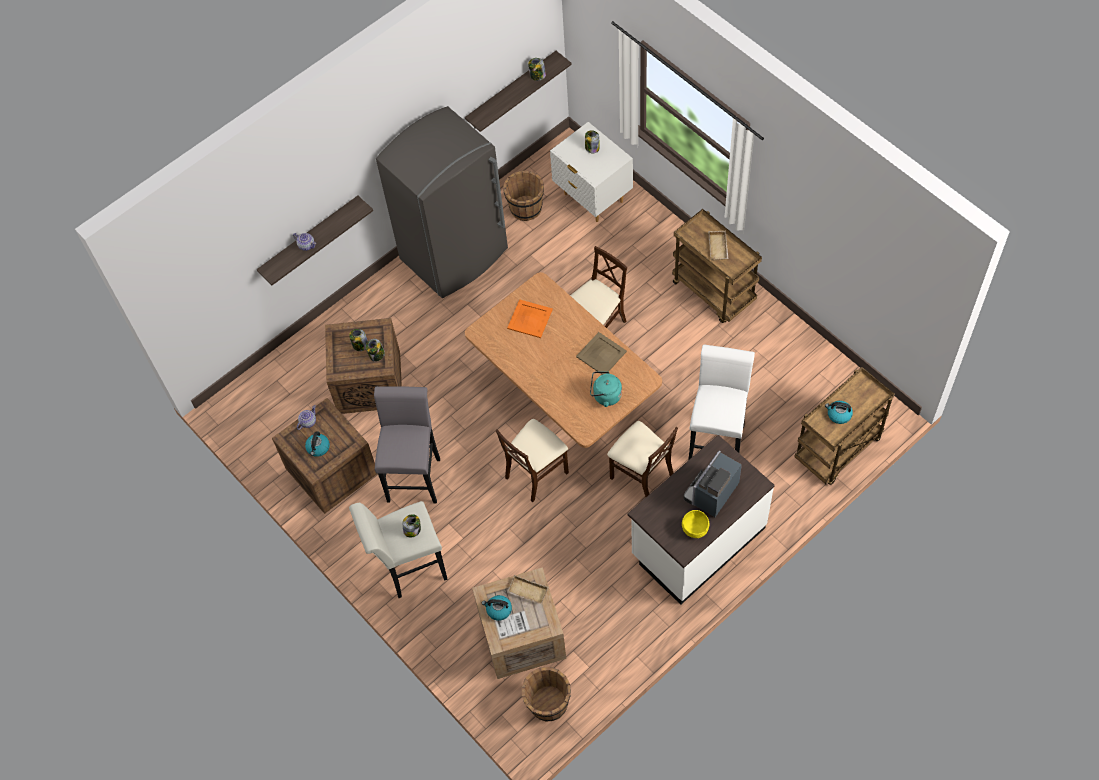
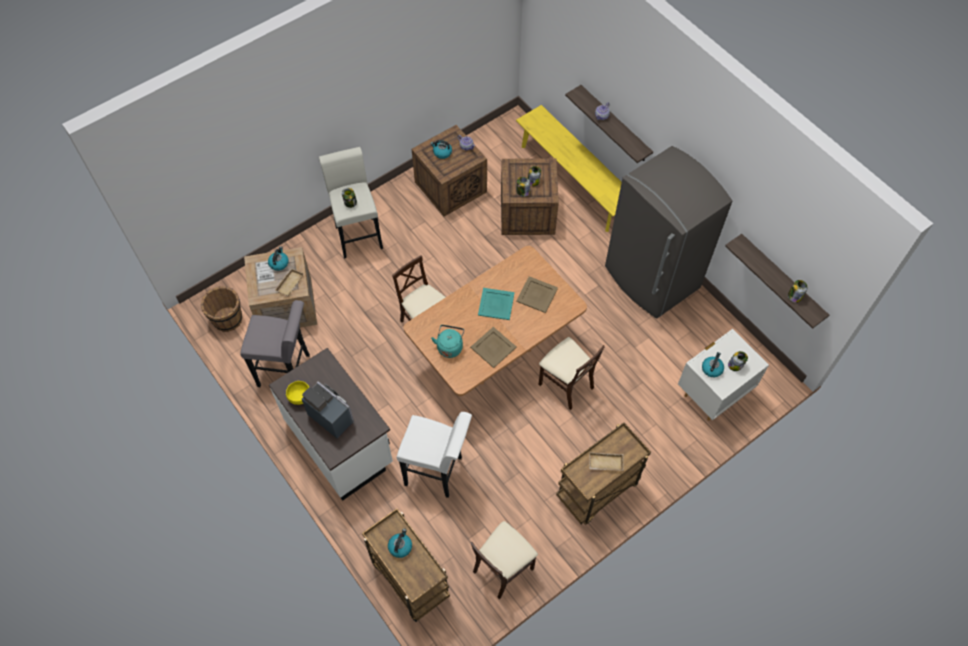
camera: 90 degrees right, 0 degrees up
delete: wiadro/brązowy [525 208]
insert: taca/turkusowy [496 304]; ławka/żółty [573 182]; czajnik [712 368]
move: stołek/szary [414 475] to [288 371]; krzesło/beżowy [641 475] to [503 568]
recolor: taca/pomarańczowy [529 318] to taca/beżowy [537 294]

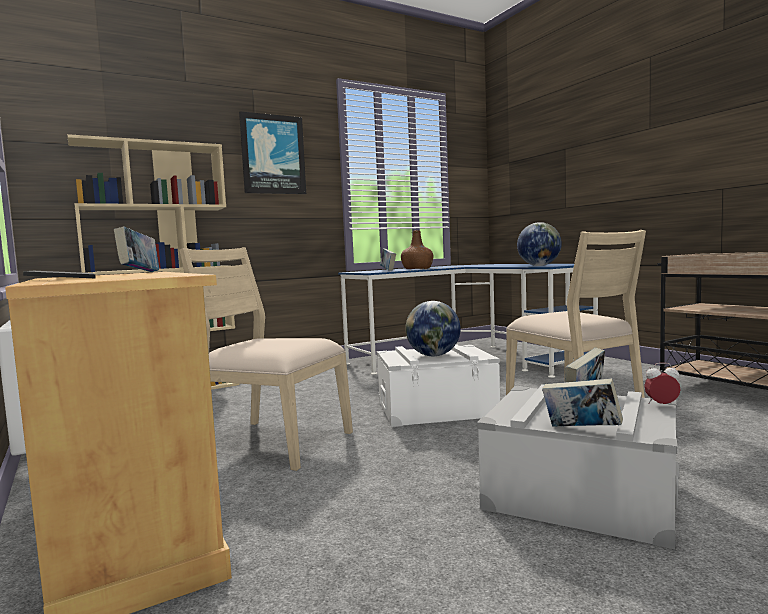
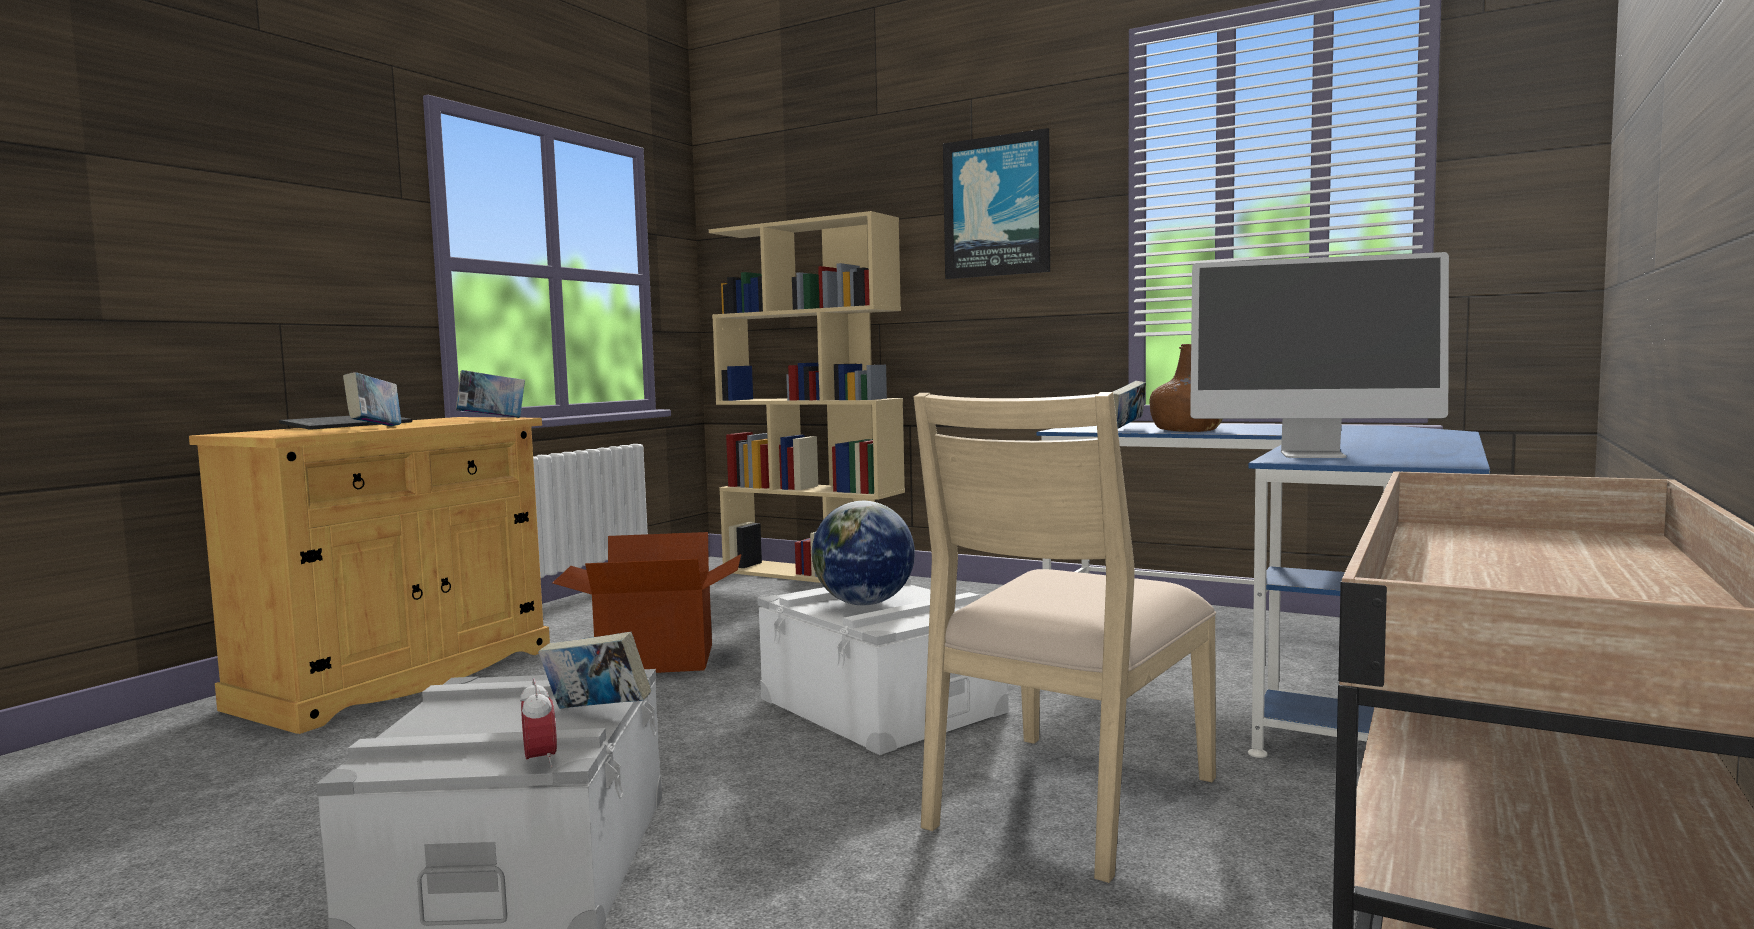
camera: 60 degrees right, 0 degrees up
move: książka [581 430] to [375 428]
replace: krzesło/beżowy [273 442] to karton [656 661]; globus [539 265] to monitor [1313 455]

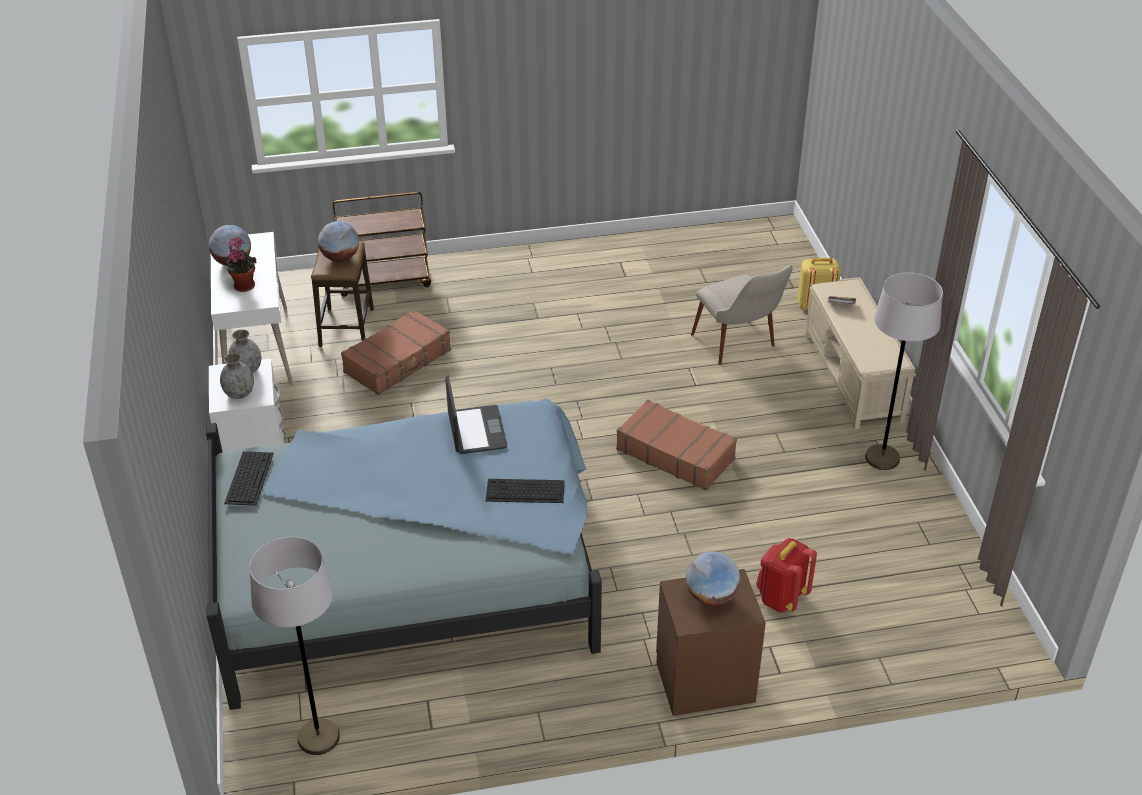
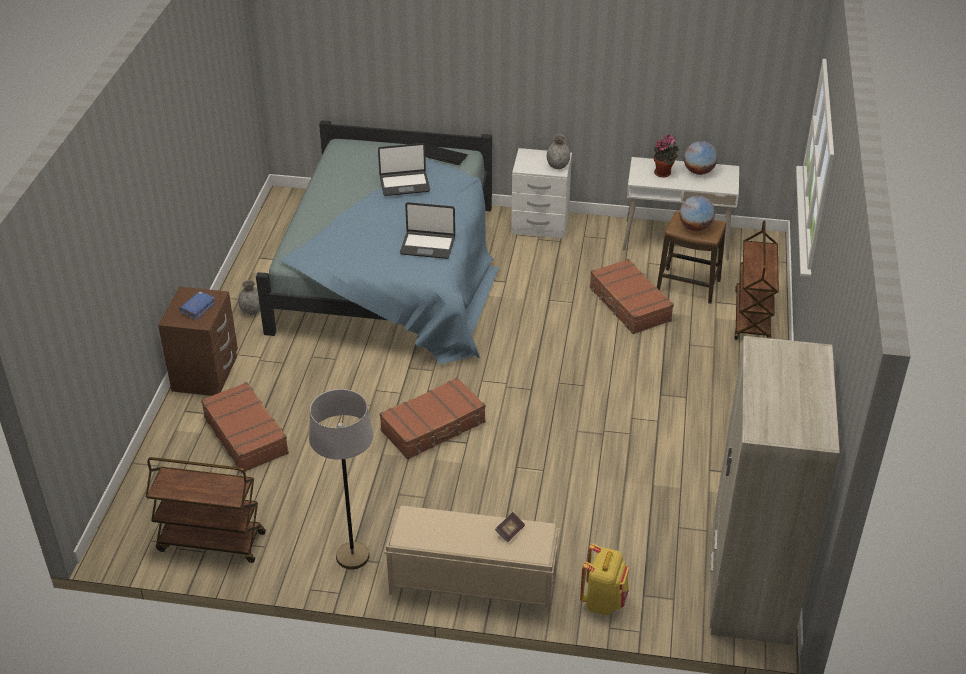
camera: 110 degrees right, 0 degrees up
delete: lampa stojąca/szary [318 738]; klawiatura [524 491]; krzesło/beżowy [740 348]
insert: wózek/brązowy [210 542]; laptop [404 184]; szafa/beżowy [749 583]
move: wazon/szary [239 393] to [252 311]
replace: globus [711 596] to książka/niebieski [198 308]; plecak/czerwony [781 598] to walizka/brązowy [246 435]

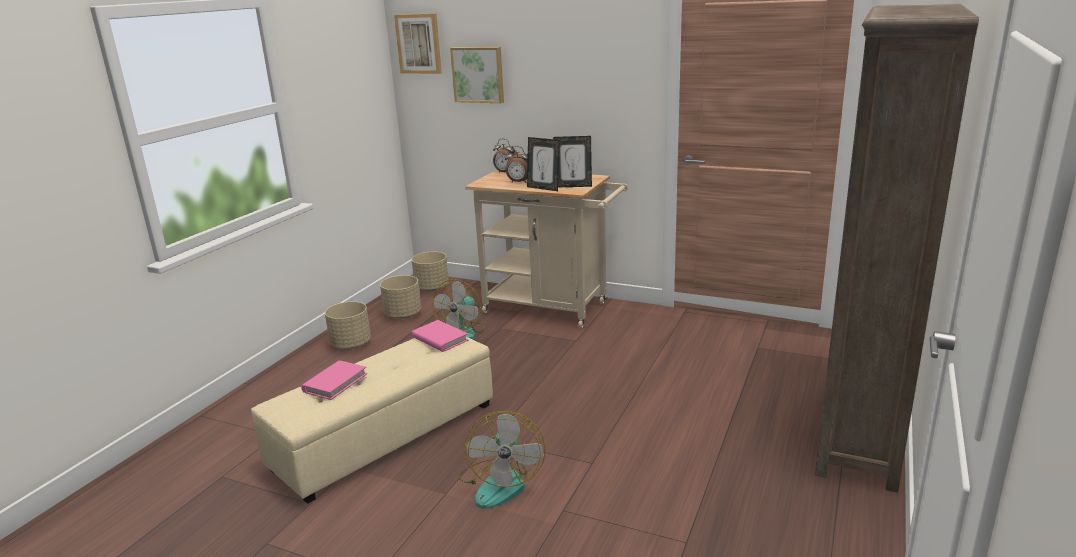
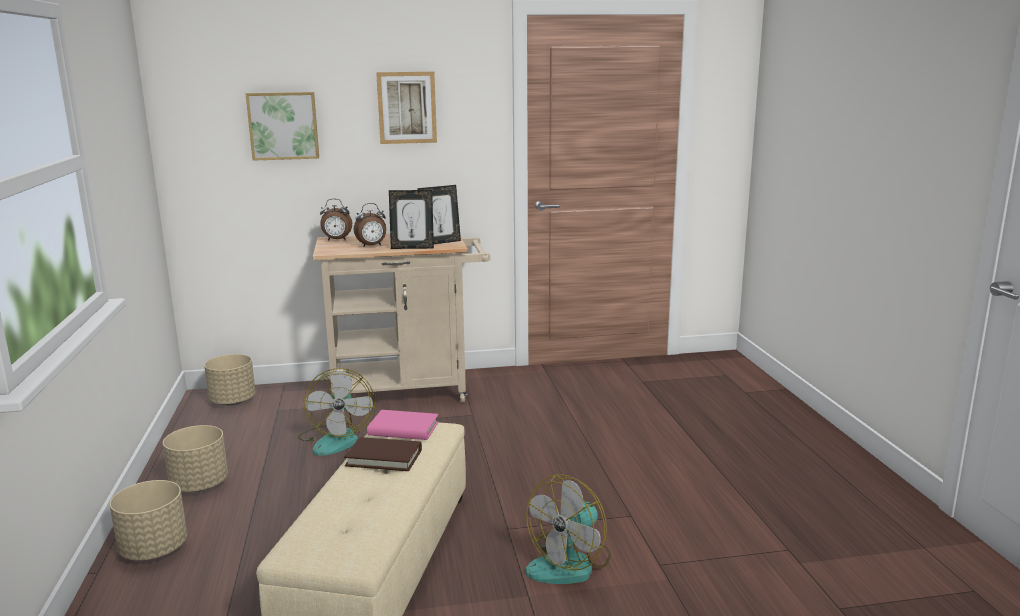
camera: 35 degrees left, 5 degrees down
delete: książka/różowy [335 383]; regał/brązowy [859 431]
insert: książka/brązowy [384 458]
move: donica/beżowy [402 314] to [153 550]; obraz [419 43] to [407 107]
rotate: wentylator [500 482] = [570 563] 75 degrees clockwise

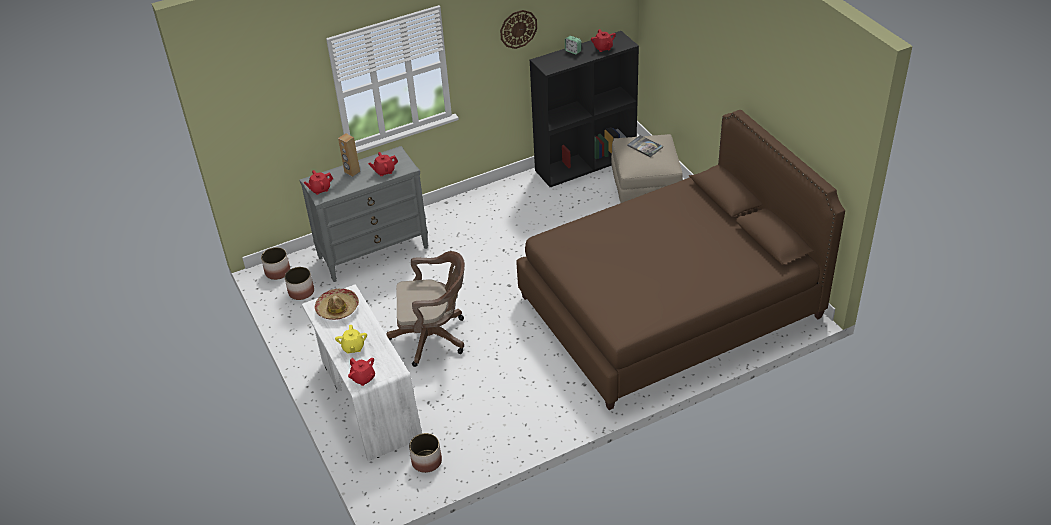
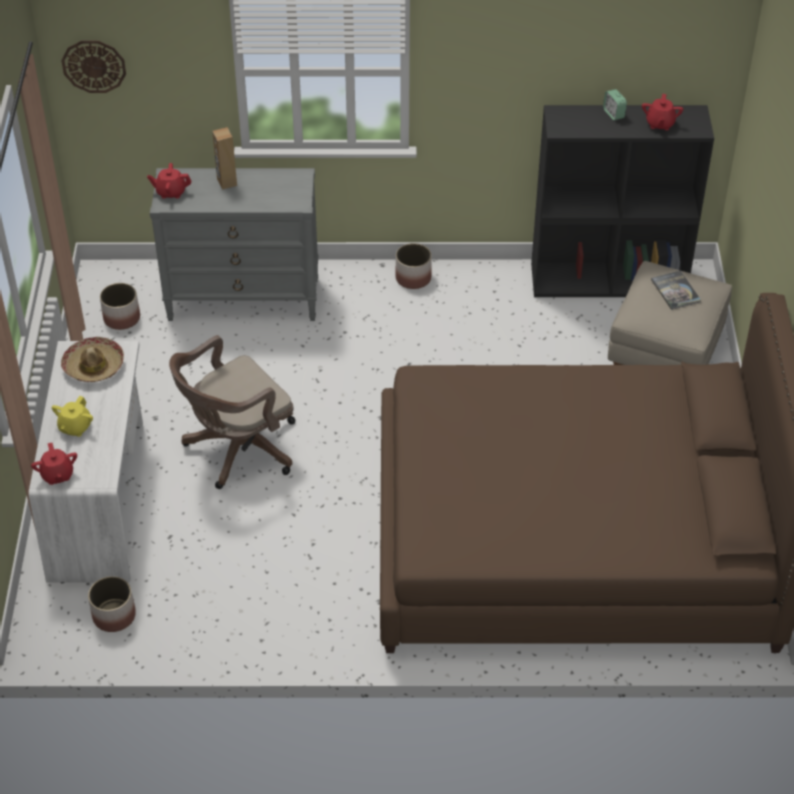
camera: 25 degrees right, 5 degrees up
delete: imbryk/czerwony [384 171]
move: donica [277 271] to [413 278]; zegar ścienny [518 29] to [94 66]
rotate: krzesło biurowe/brązowy [433 337] = [237 450] 120 degrees clockwise

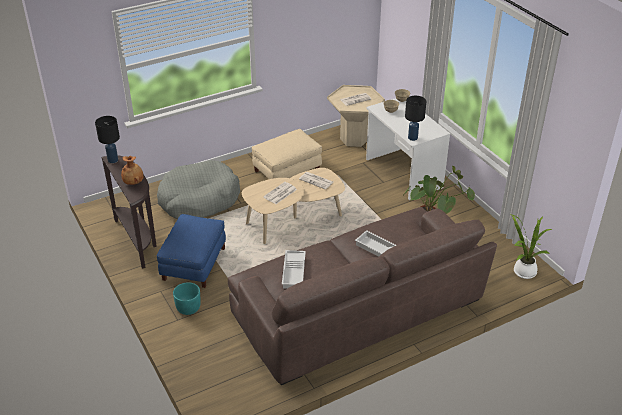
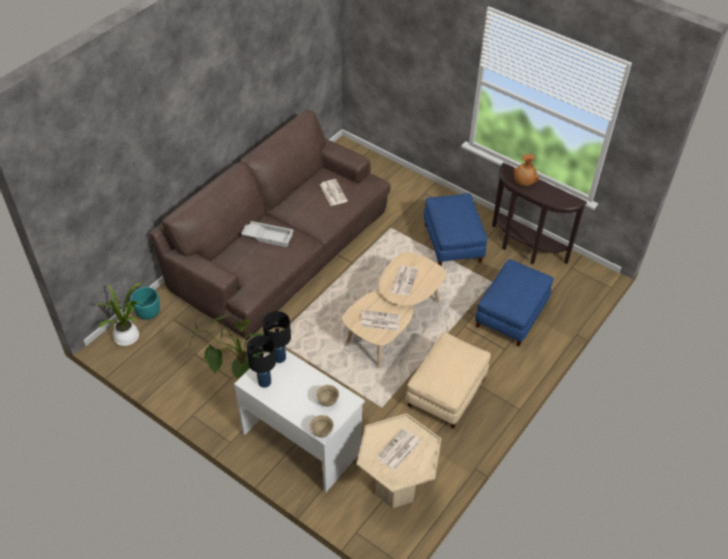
camera: 155 degrees right, 10 degrees up
move: lampa stołowa/czarny [112 160] to [265 382]; donica/turkusowy [188 308] to [148 312]
replace: legowisko/szary [199 199] to pufa/niebieski [511 315]; taca/biały [294 272] to gazeta [333 192]

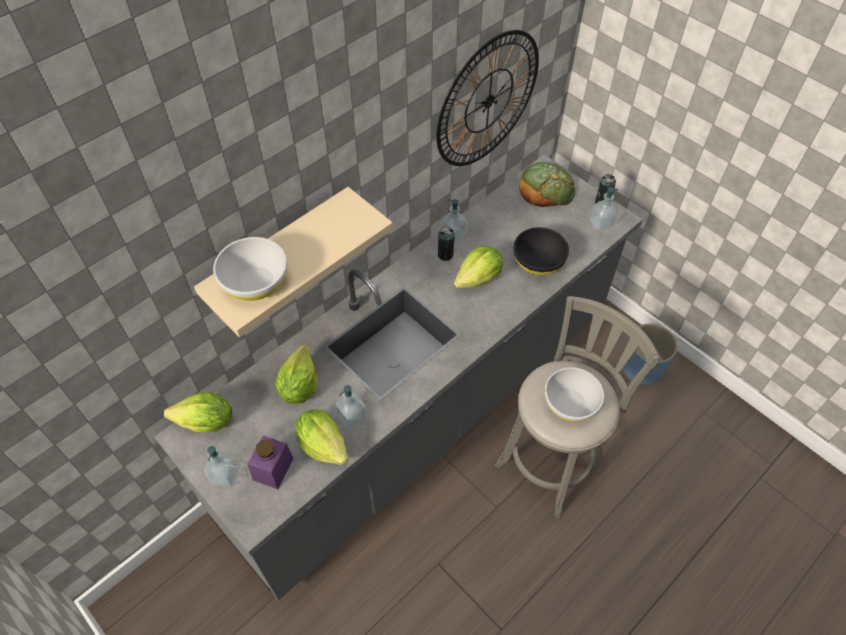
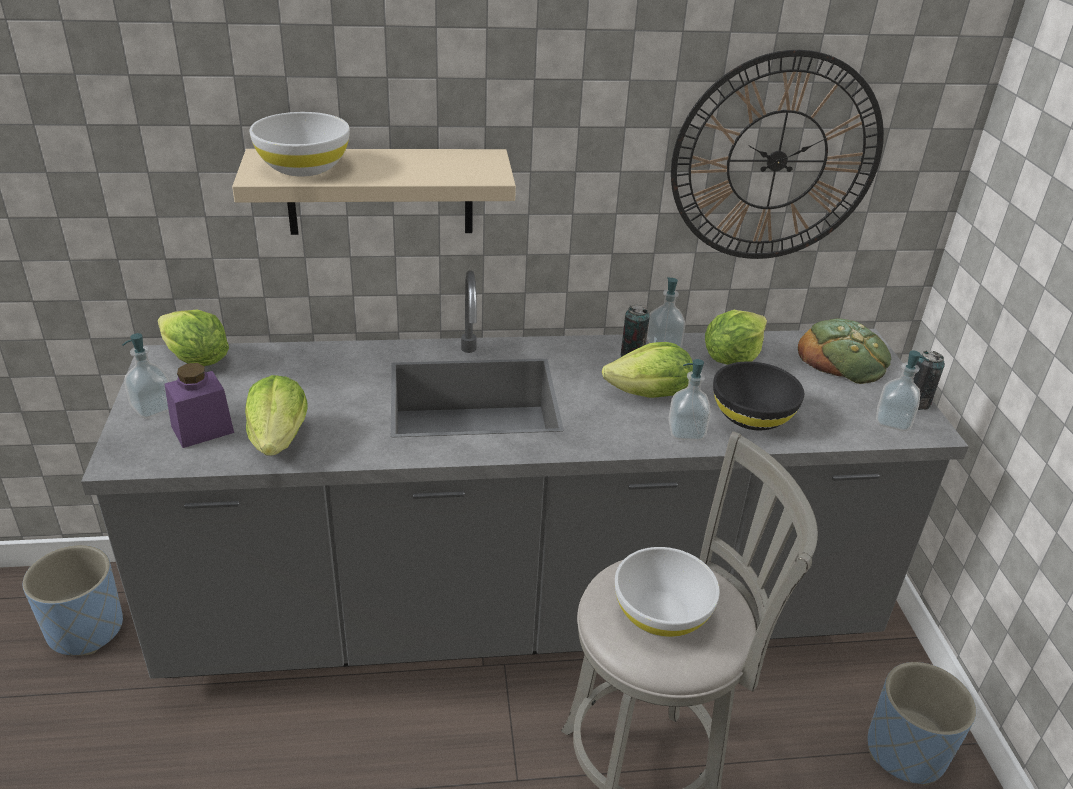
camera: 35 degrees right, 20 degrees down
insert: donica/niebieski [85 629]
move: sałata [299 386] to [732 358]; dozownik mydła [352 416] to [686 432]

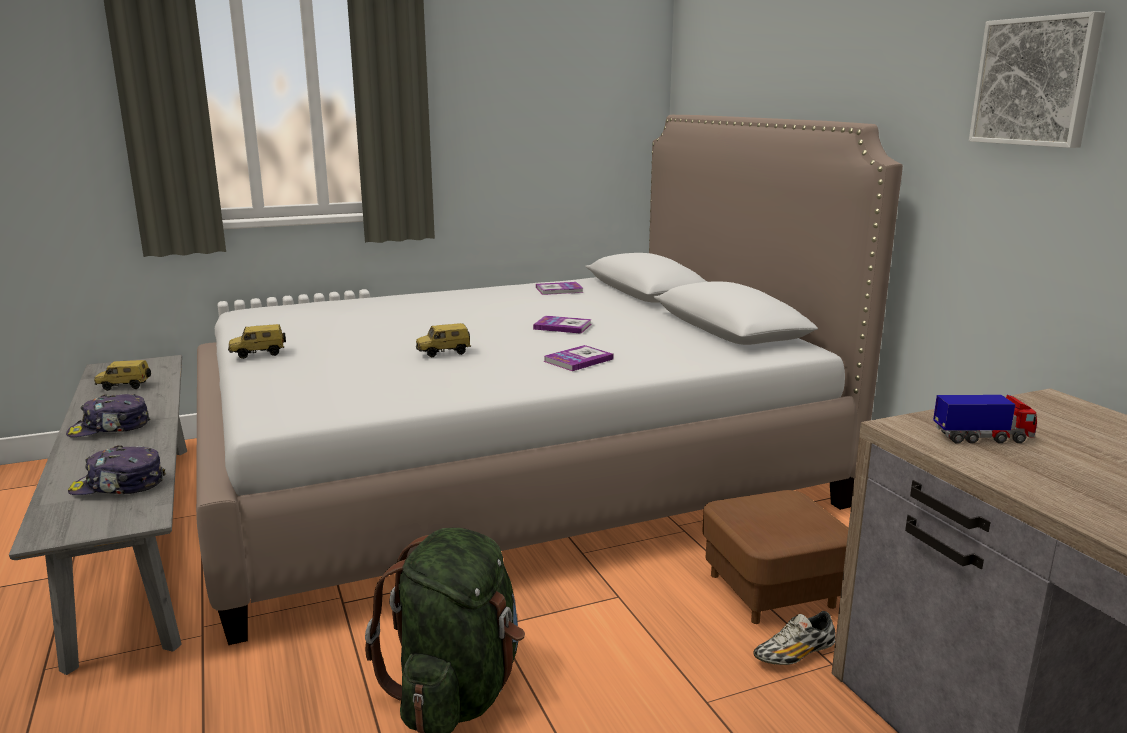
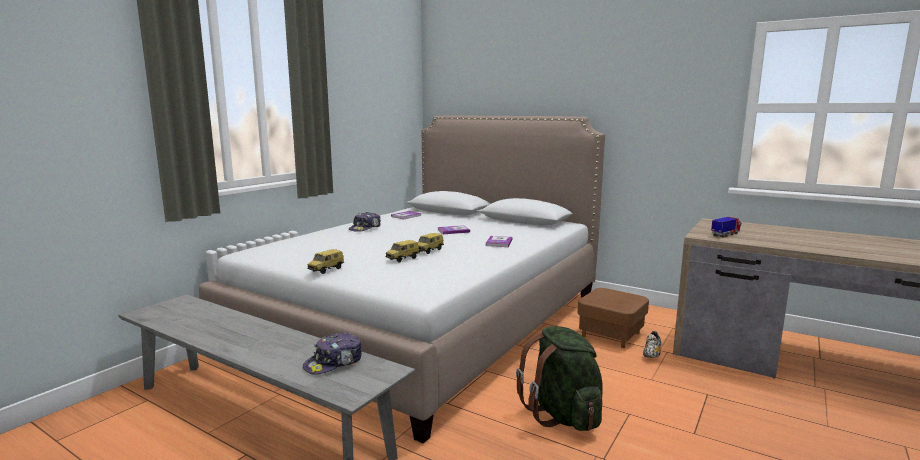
camera: 35 degrees left, 5 degrees down
delete: obraz [1036 81]
move: czapka z daszkiem [110 428] to [365 228]; samochodzik [124 387] to [403 259]

